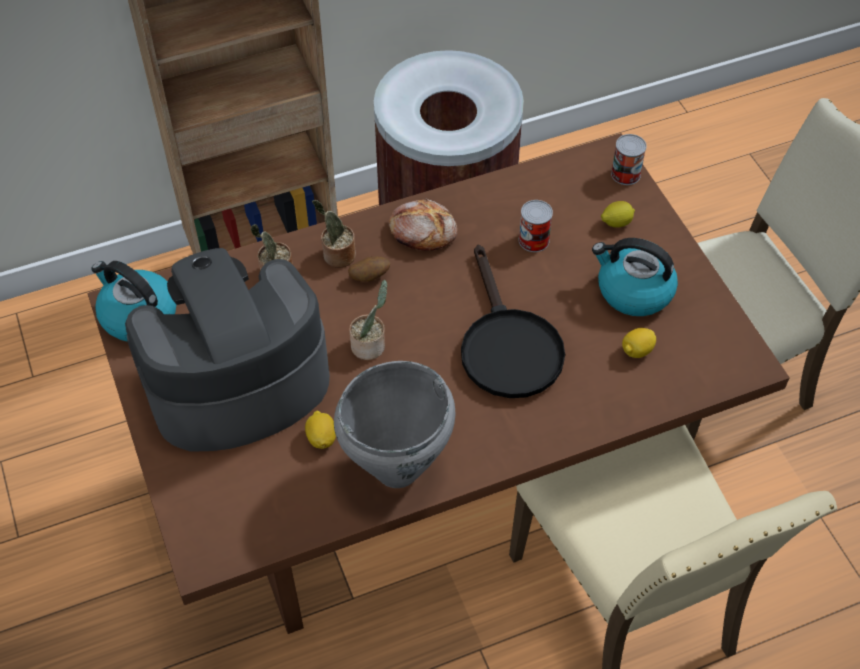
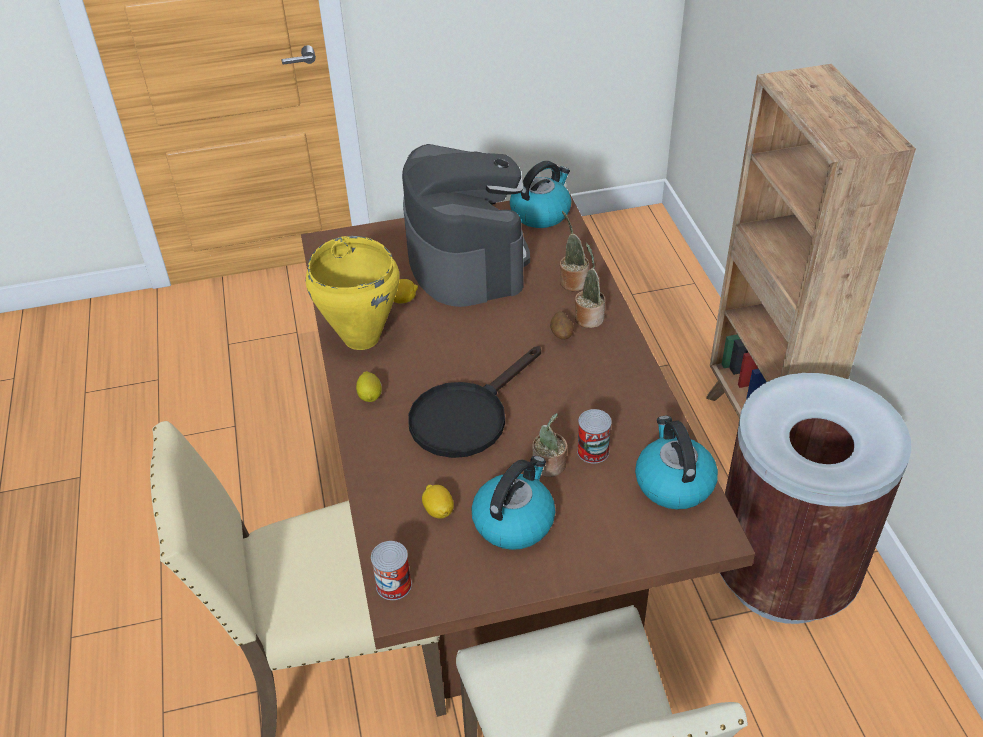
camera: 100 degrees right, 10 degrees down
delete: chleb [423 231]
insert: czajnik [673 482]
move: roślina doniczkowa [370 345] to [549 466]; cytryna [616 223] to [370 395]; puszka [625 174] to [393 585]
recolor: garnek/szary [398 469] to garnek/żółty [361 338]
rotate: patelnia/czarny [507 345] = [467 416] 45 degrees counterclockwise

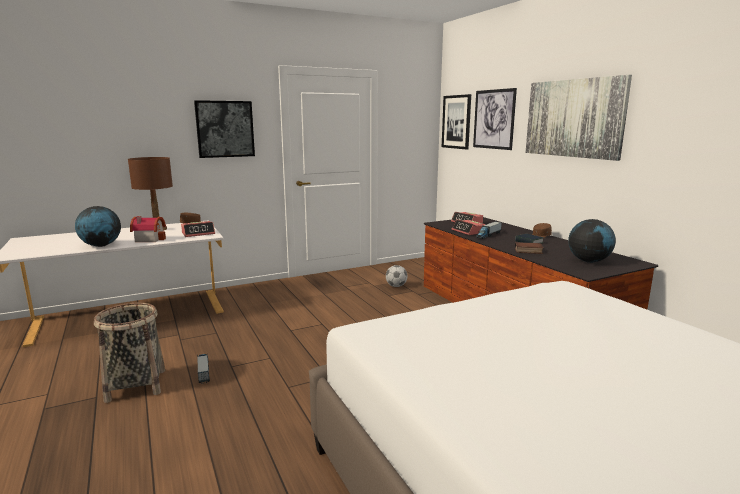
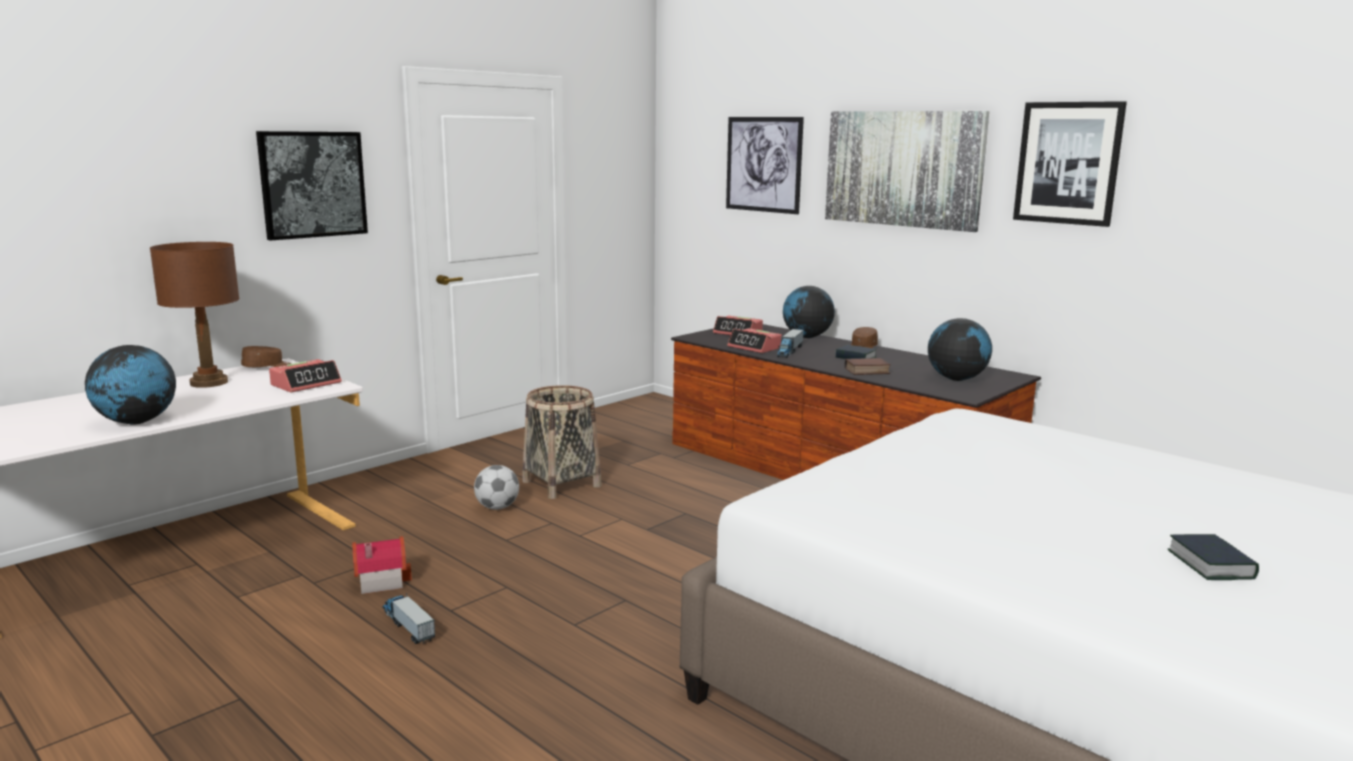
camera: 20 degrees left, 0 degrees up
insert: globus [807 337]; książka [1210 564]
move: koszyk [136 385] to [562 483]; domek [149 239] to [379 580]; piłka futbolowa [396 286] to [497 507]; obraz [456 122] to [1068 163]

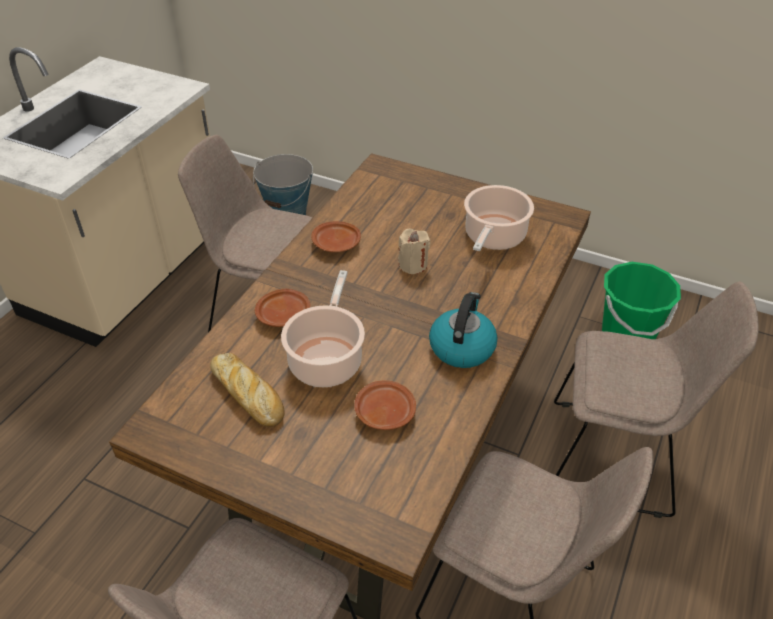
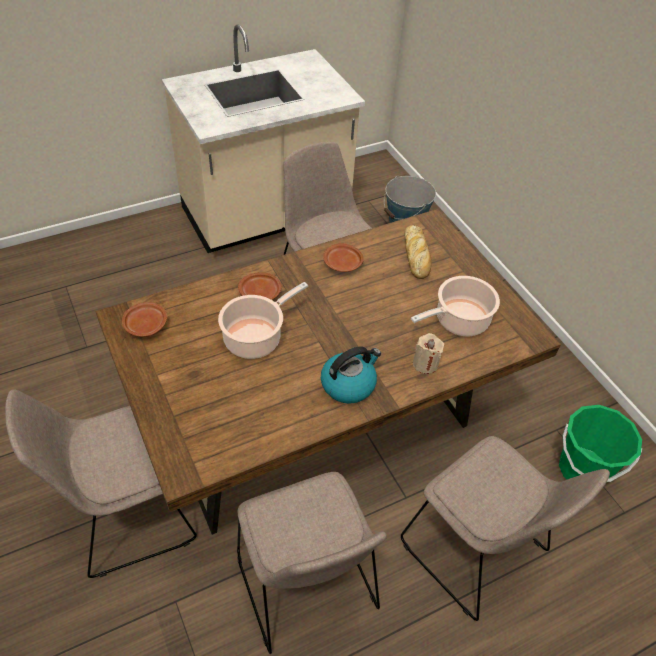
camera: 35 degrees right, 5 degrees up
move: chleb [248 395] to [416 256]; talerz/brązowy [384 412] to [146 324]; świeca/beżowy [413 265] to [425 363]

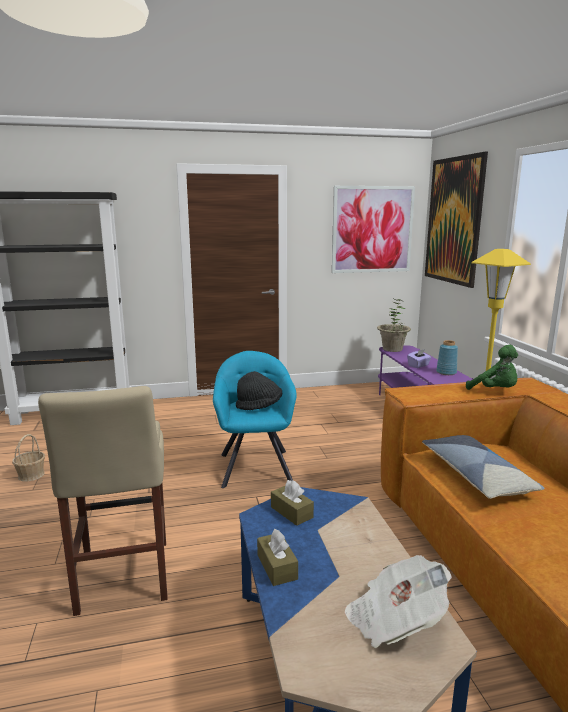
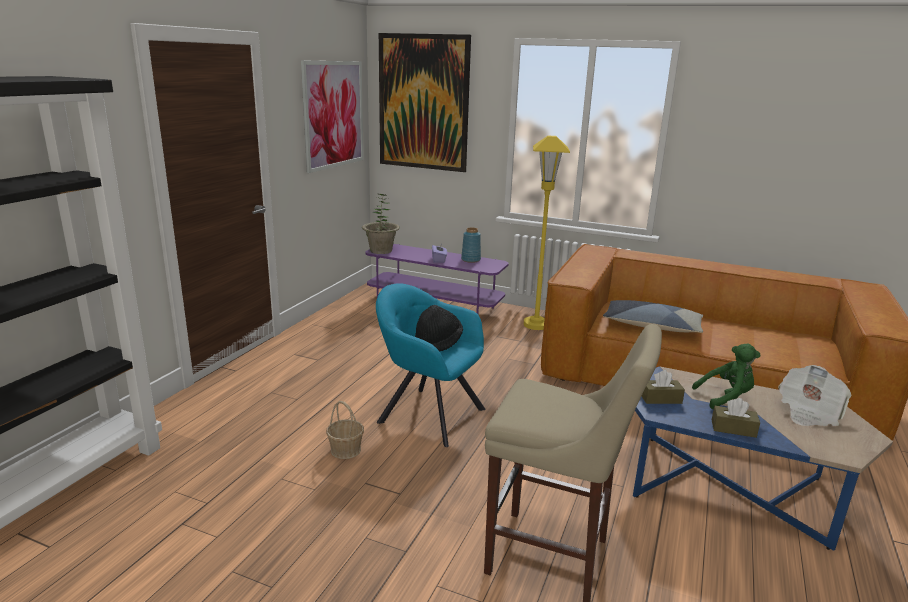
camera: 55 degrees left, 5 degrees up
move: koszyk [31 475] to [346 449]; pluszak/zielony [495 391] to [726 398]

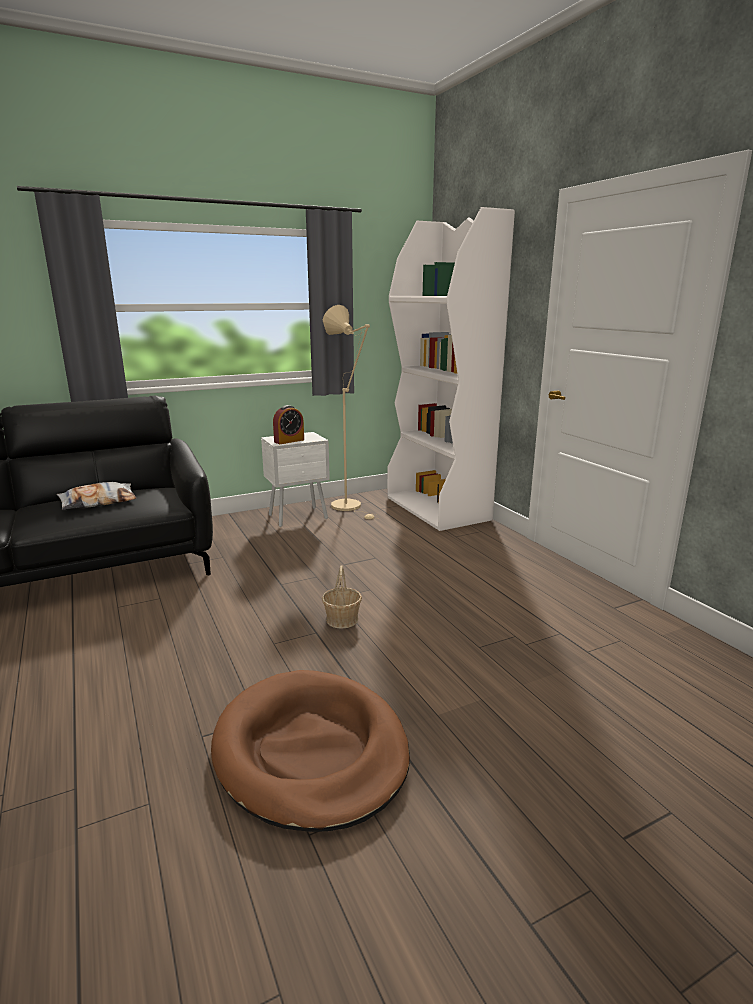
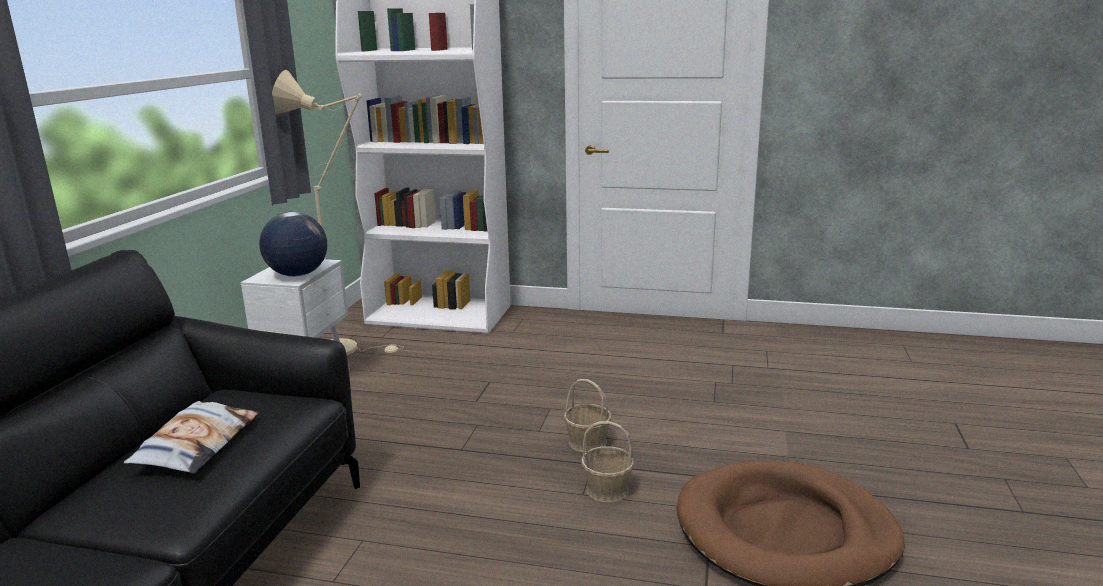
camera: 50 degrees left, 0 degrees up
insert: koszyk [607 490]
replace: budzik [289 441] to globus [297 274]

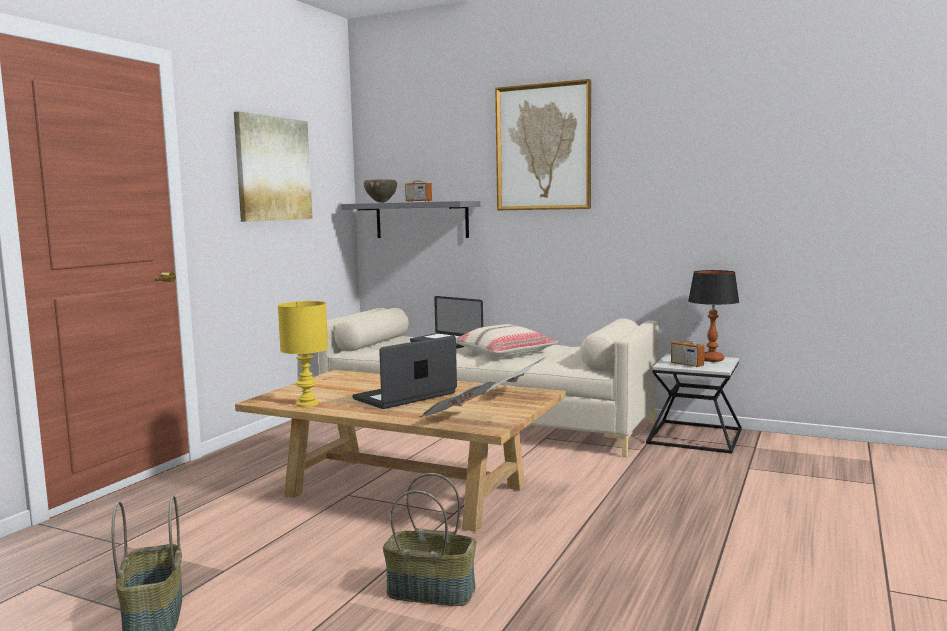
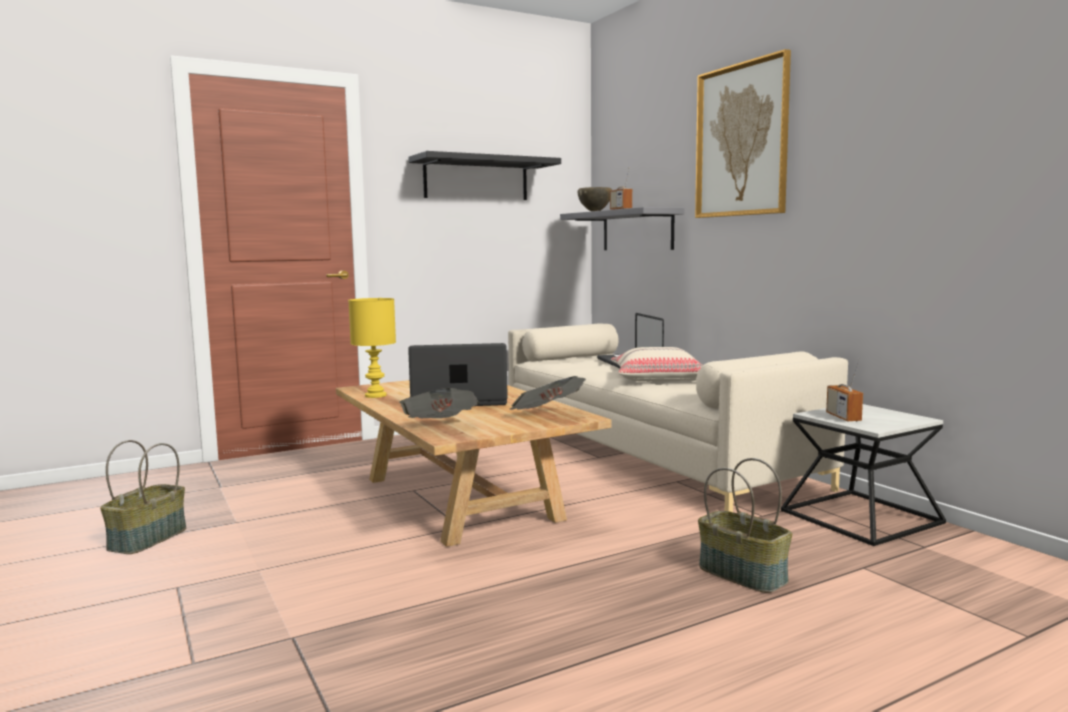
camera: 35 degrees right, 0 degrees up
delete: lampa stołowa [712 360]
move: koszyk [432 591] to [744 574]
replace: obraz [273 169] to półka/czarny [476 179]

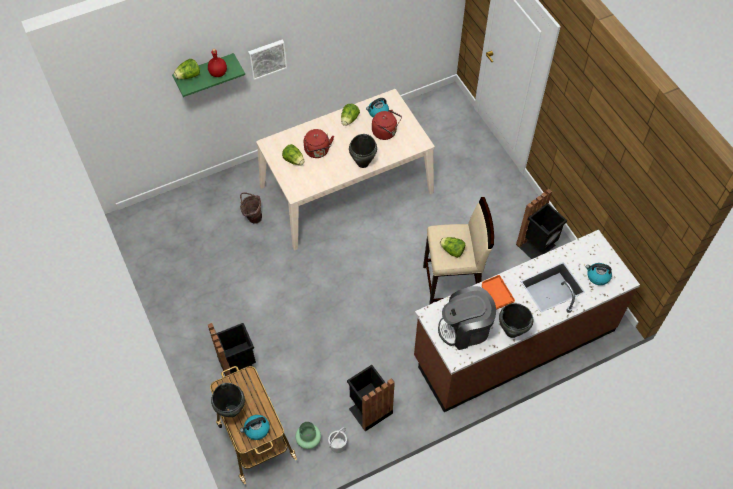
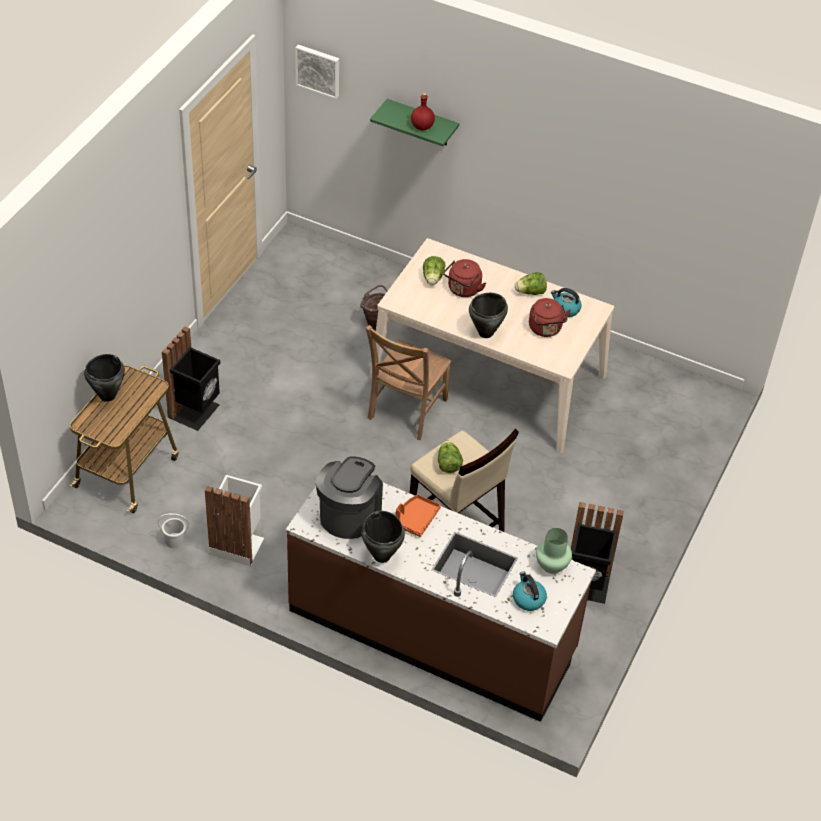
camera: 50 degrees right, 10 degrees down
delete: sałata [188 76]; czajnik [256 429]
insert: krzesło/brązowy [406 411]
move: obraz [267 58] to [318 70]; wazon/zielony [308 441] to [551 565]
recolor: kosz na śmieci/czarny [369 409] to kosz na śmieci/biały [237 544]
rotate: ekspres do kawy [465 329] = [349 514] 75 degrees clockwise

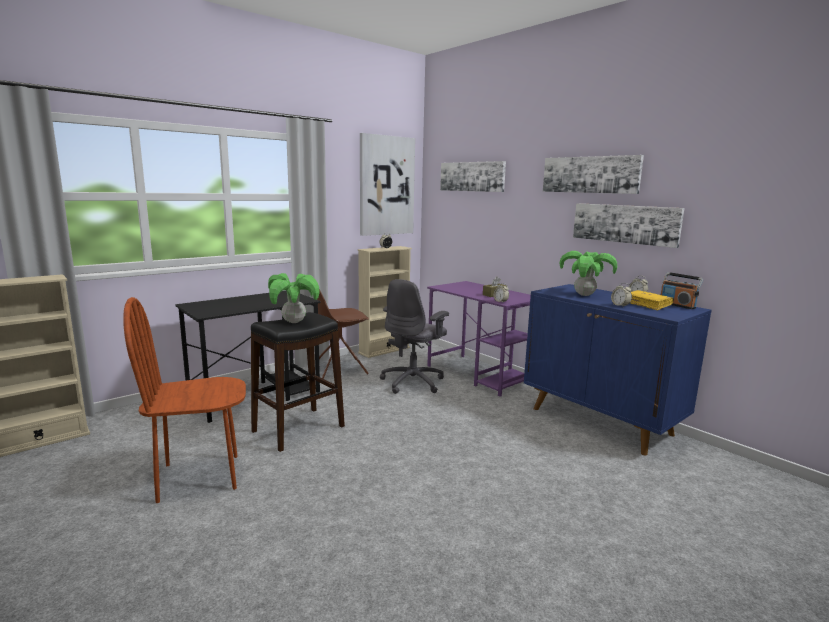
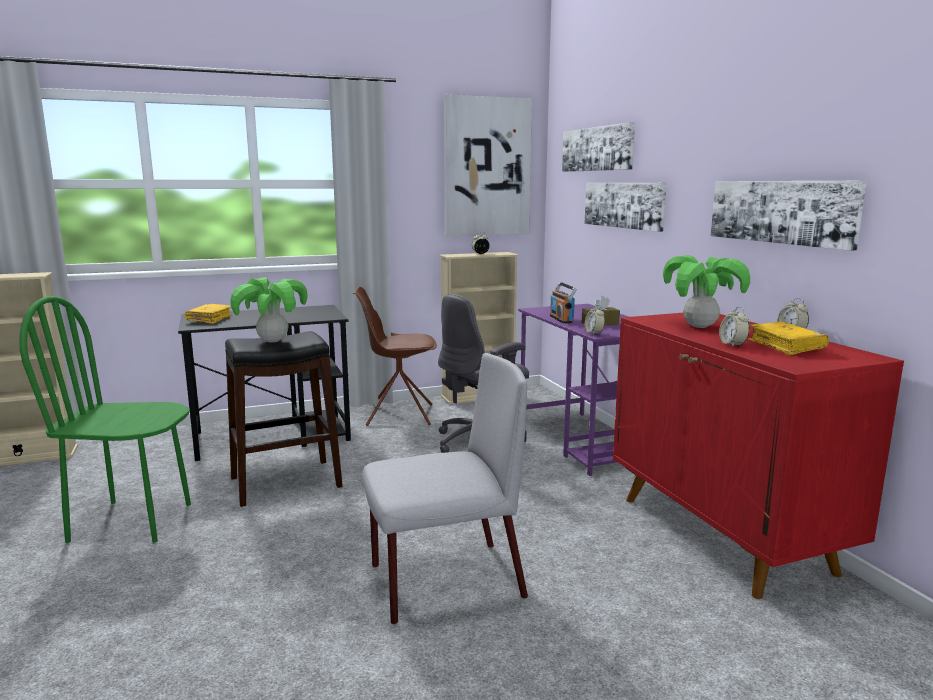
camera: 20 degrees right, 0 degrees up
insert: książka/żółty [209 319]; krzesło/szary [443 582]
move: obraz [590 174] to [624 205]; radio [677 305] to [561 319]
recolor: krzesło/brązowy [199 477] to krzesło/zielony [132 521]; szafka/niebieski [601 421] to szafka/czerwony [723 534]

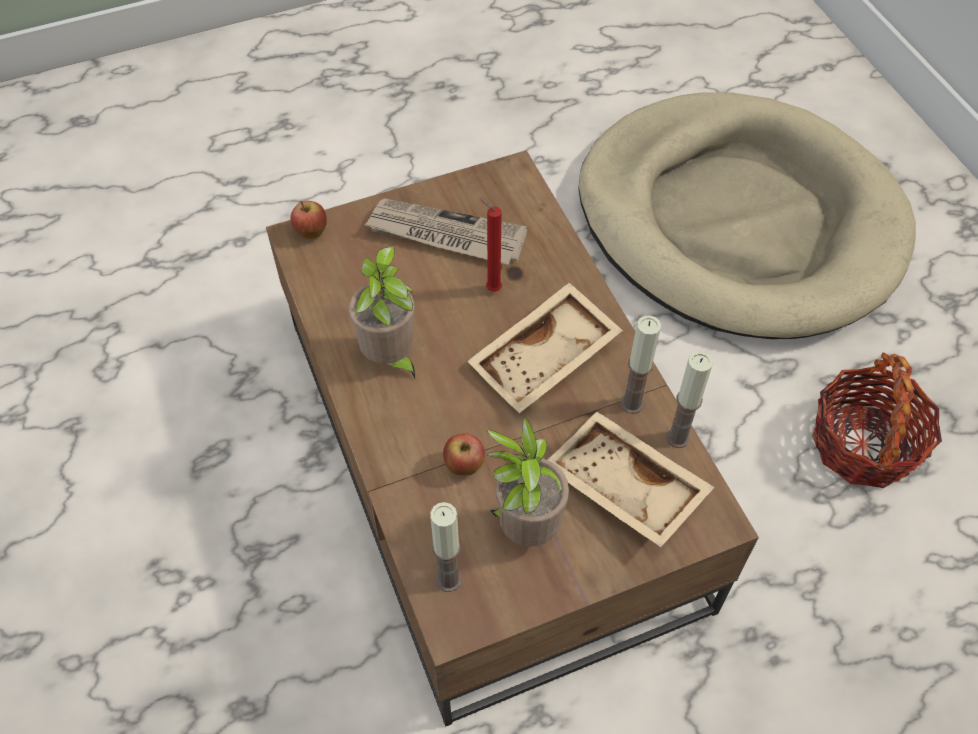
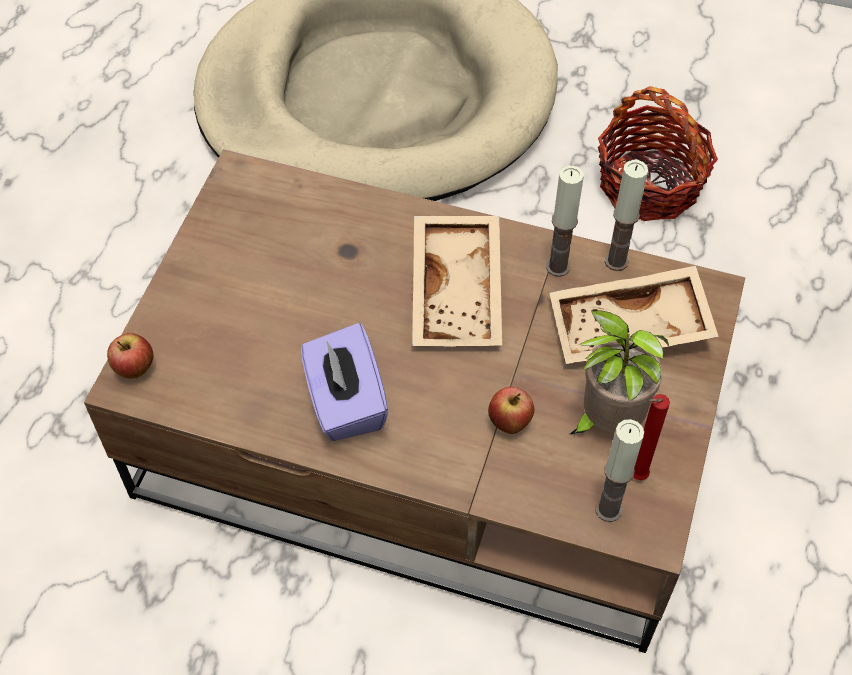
camera: 50 degrees left, 0 degrees up
delete: gazeta [445 235]
move: świeca/czerwony [491 288] to [635 476]
replace: roślina doniczkowa [390 358] to pudełko chusteczek/fioletowy [345 402]

